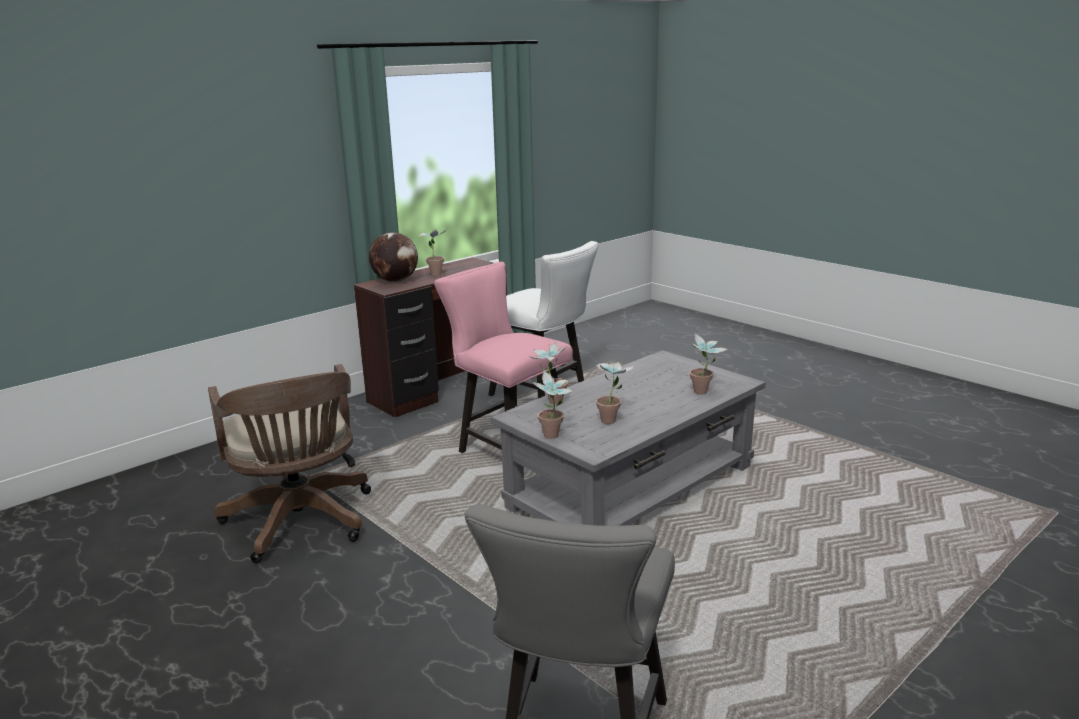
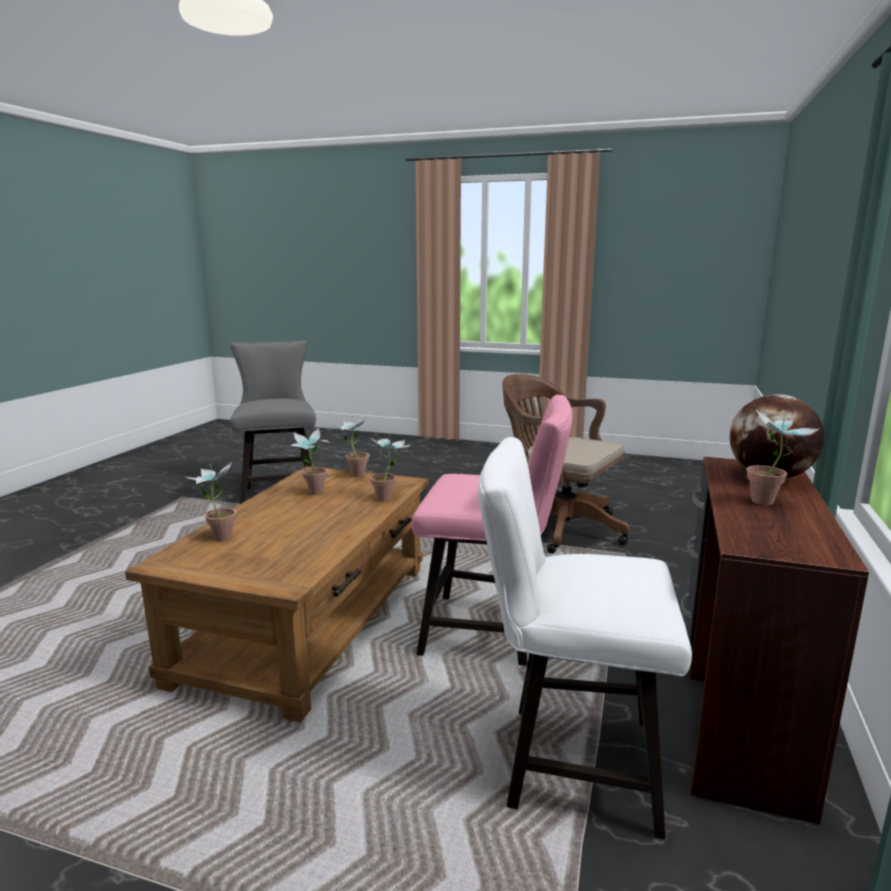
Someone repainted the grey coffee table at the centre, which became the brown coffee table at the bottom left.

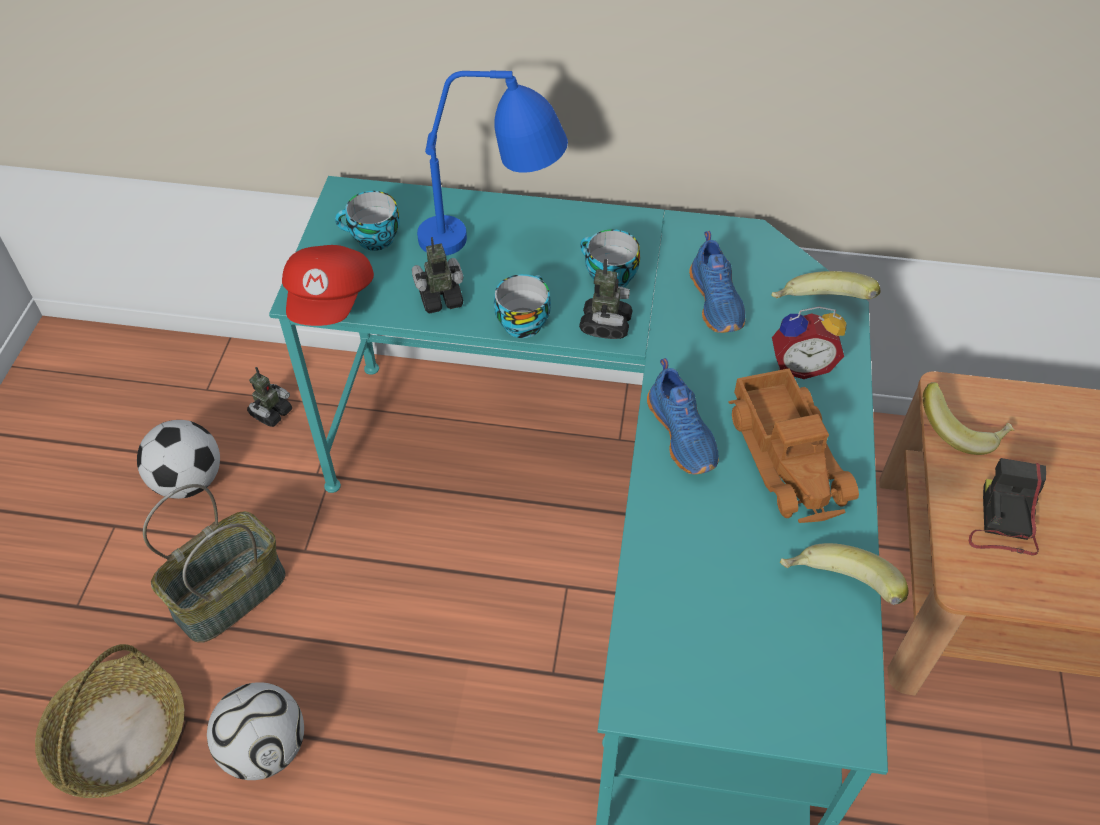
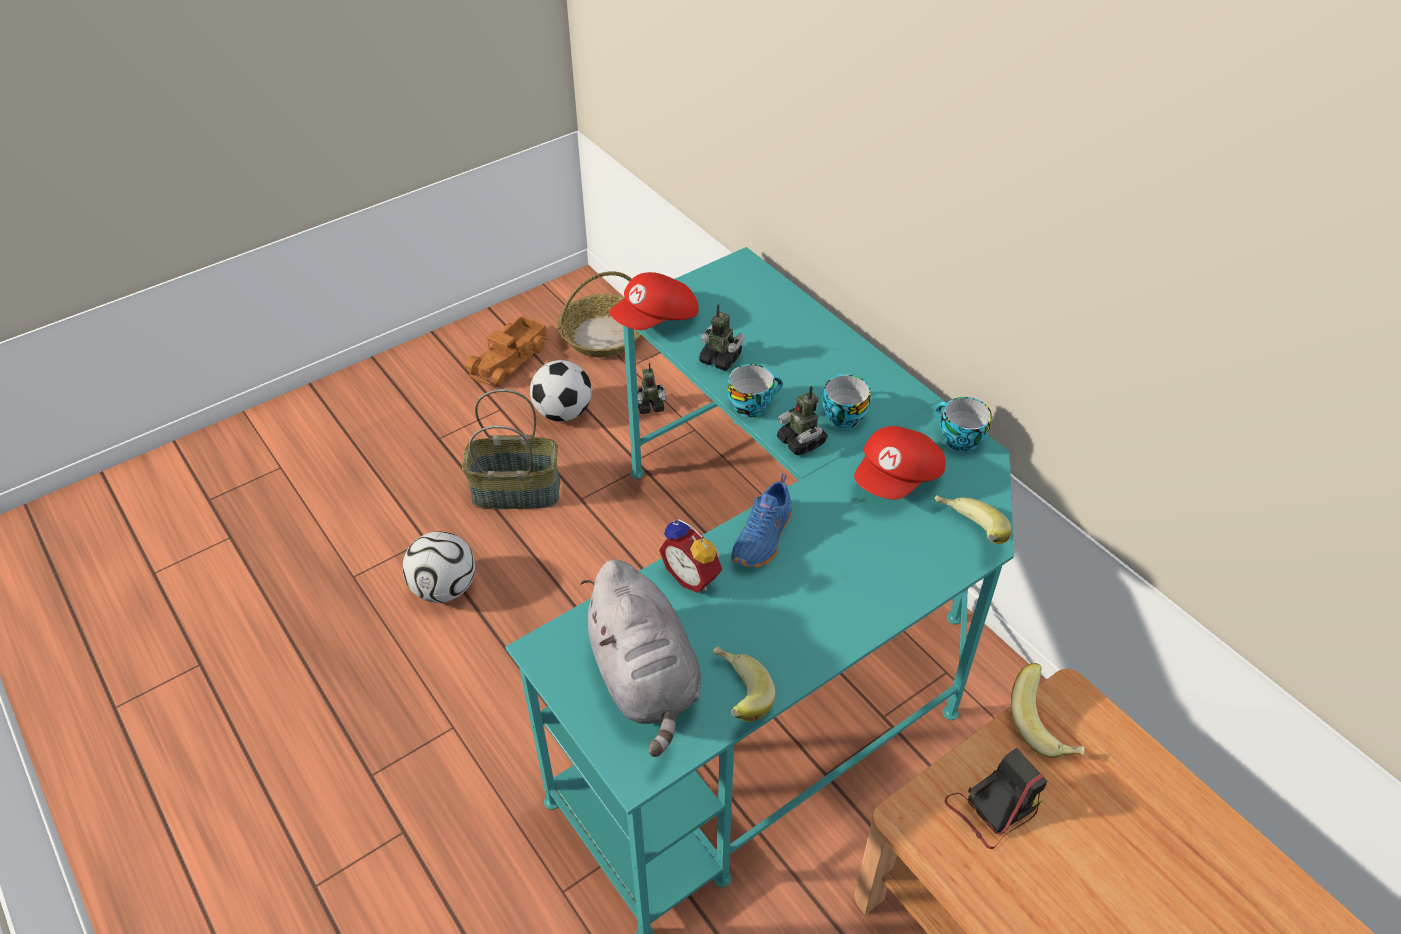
Someone took away the blue table lamp at the top centre.
Someone carried the cup (1st from left in the first image) from the top centre to the middle right.
Someone swapped the blue shoe (2nd from left) at the centre for the red cap (2nd from left) at the centre.
Someone rotated the toy robot (3rd from left) at the centre by 90 degrees clockwise.
Someone carried the alarm clock from the middle right to the centre.
Someone carried the toy truck from the middle right to the centre.
Someone carried the basket (1st from left in the first image) from the bottom left to the centre.
Someone put down the grey plush toy at the bottom centre.

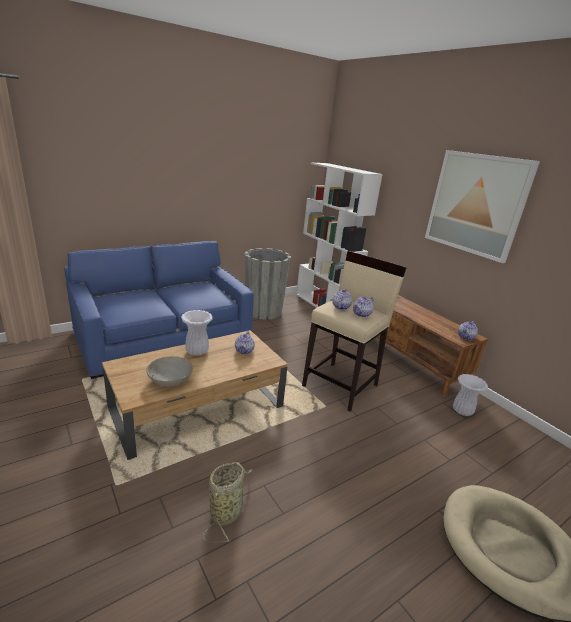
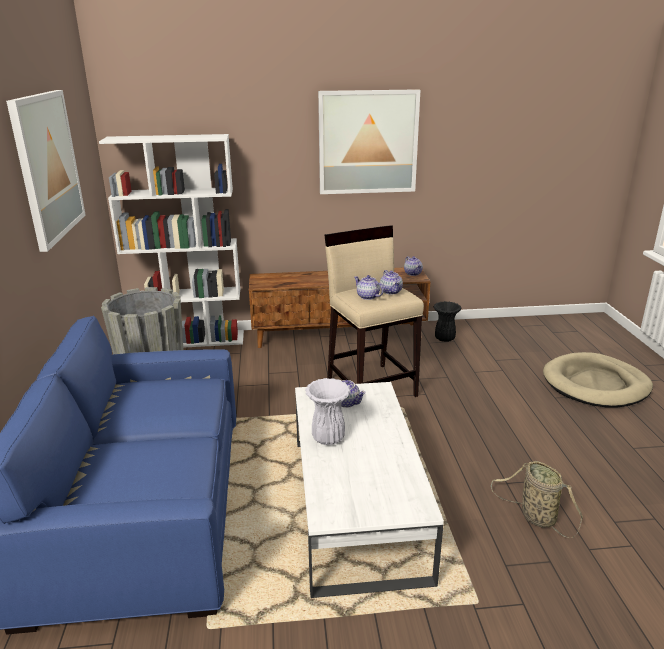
Someone repainted the brown coffee table at the centre, which became the white coffee table at the bottom centre.
Someone took away the grey bowl at the middle left.
Someone repainted the white vase (2nd from left) at the middle right, which became the black vase at the middle right.
Someone put up the picture (1st from left) at the top left.

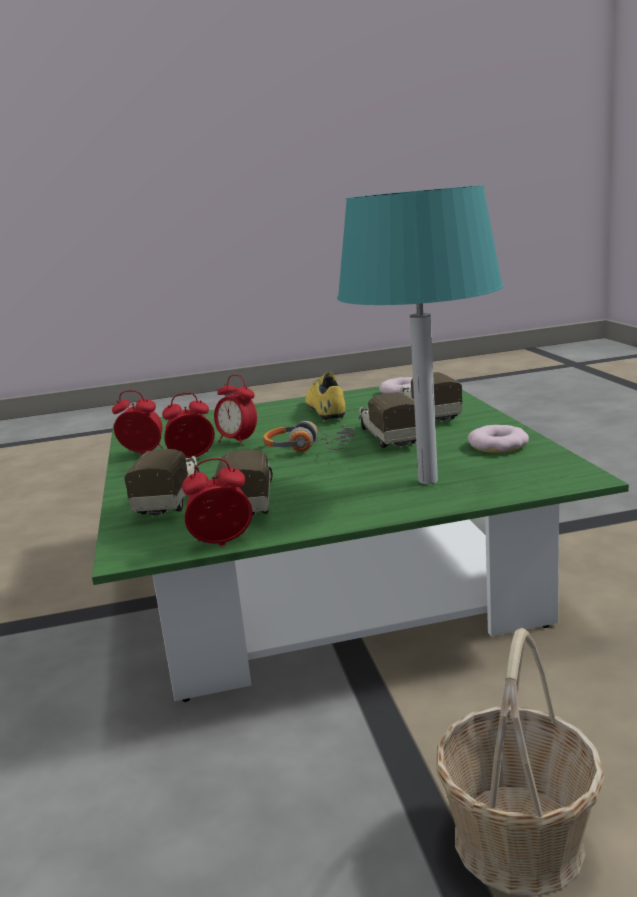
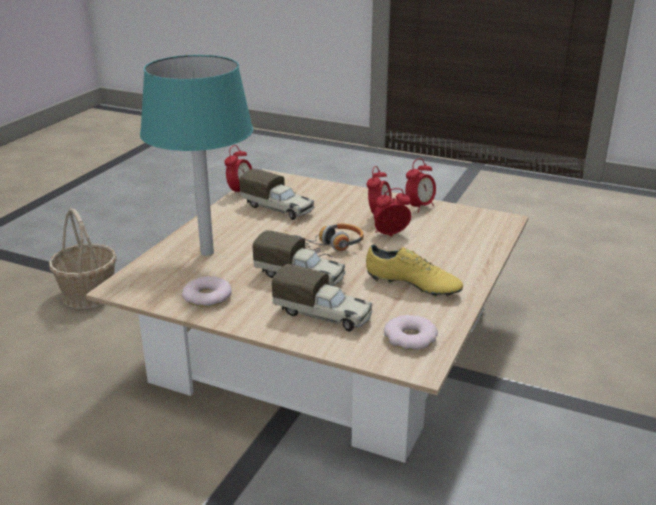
Someone repainted the green coffee table at the centre, which became the beige coffee table at the centre.
Someone took away the toy truck (1st from left) at the middle left.

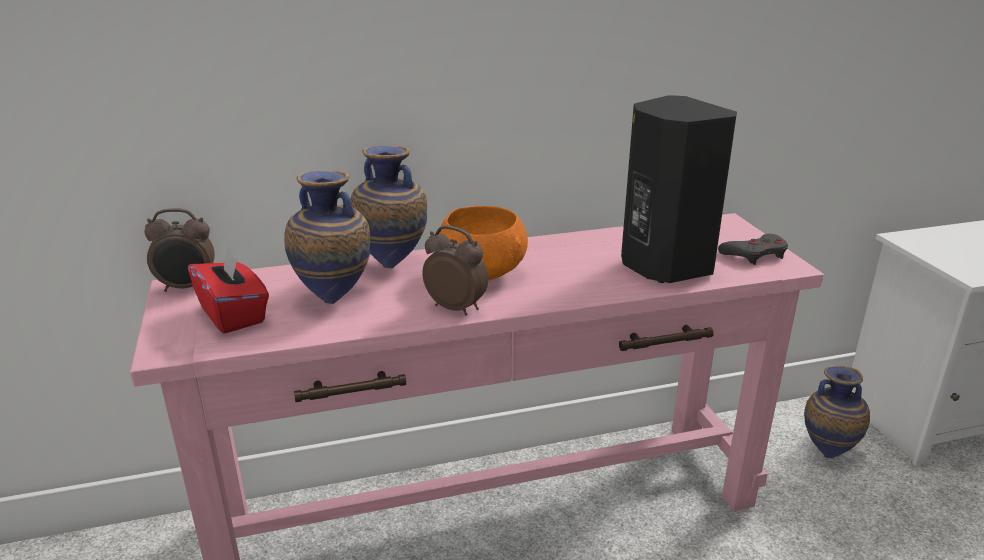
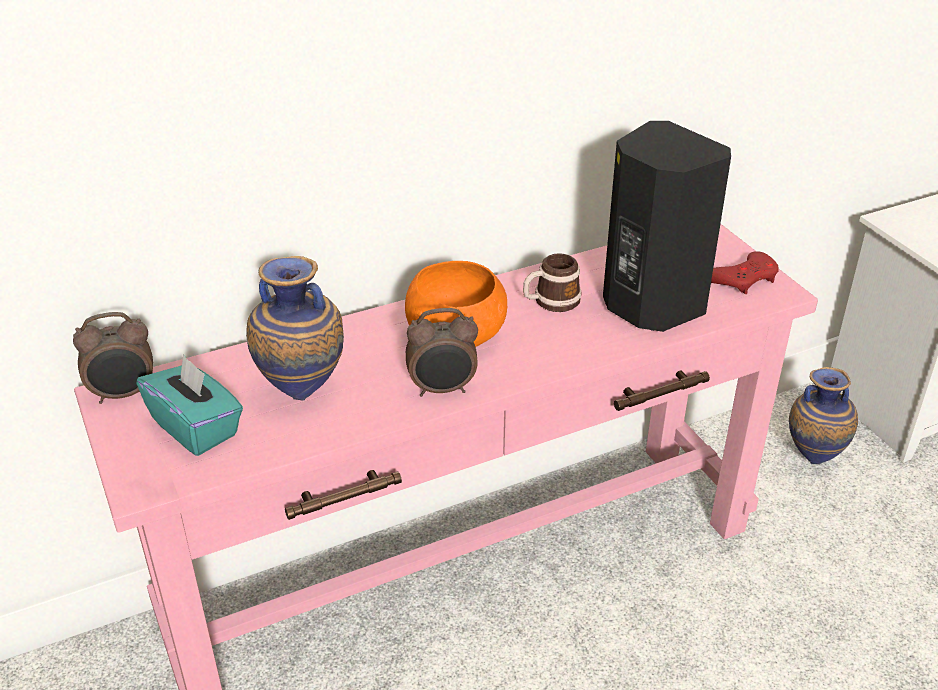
Someone took away the vase (2nd from left) at the centre.
Someone rotated the alarm clock (2nd from left) at the centre by 150 degrees clockwise.
Someone repainted the grey game controller at the middle right, which became the red game controller at the middle right.
Someone repainted the red tissue box at the middle left, which became the turquoise tissue box at the middle left.
Someone put down the mug at the centre.

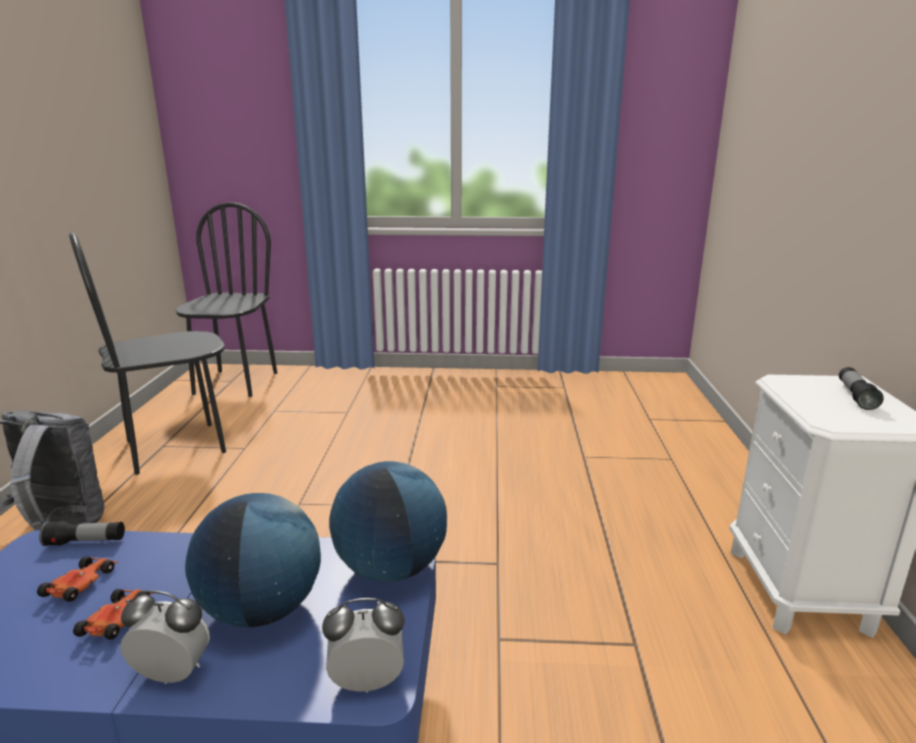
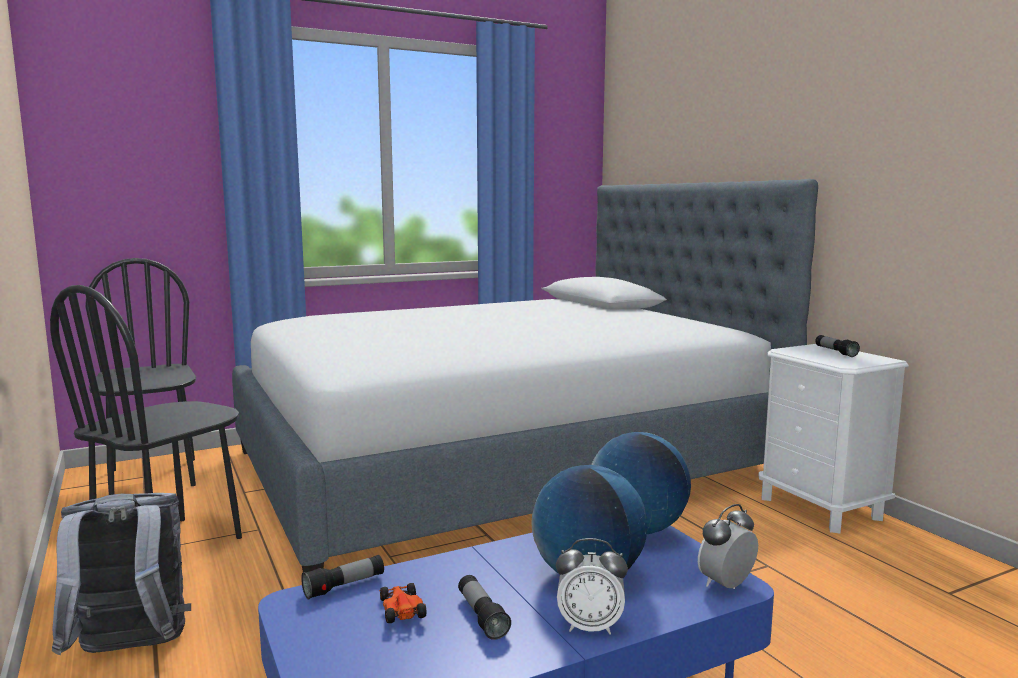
Someone swapped the toy car (2nd from left) at the bottom left for the flashlight (2nd from left) at the bottom centre.
Someone rotated the alarm clock (1st from left) at the bottom left by 150 degrees counterclockwise.
Someone put down the bed at the centre.

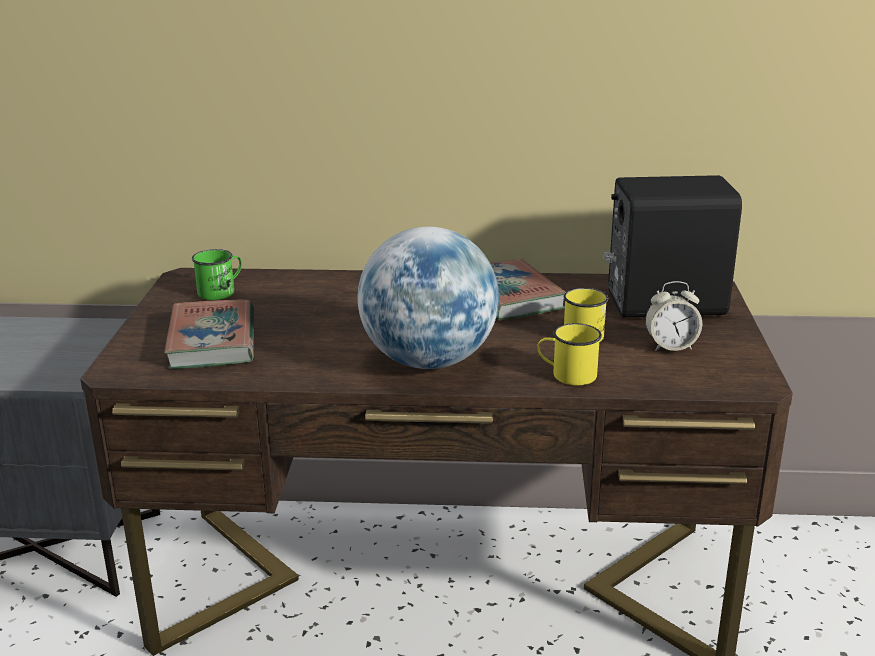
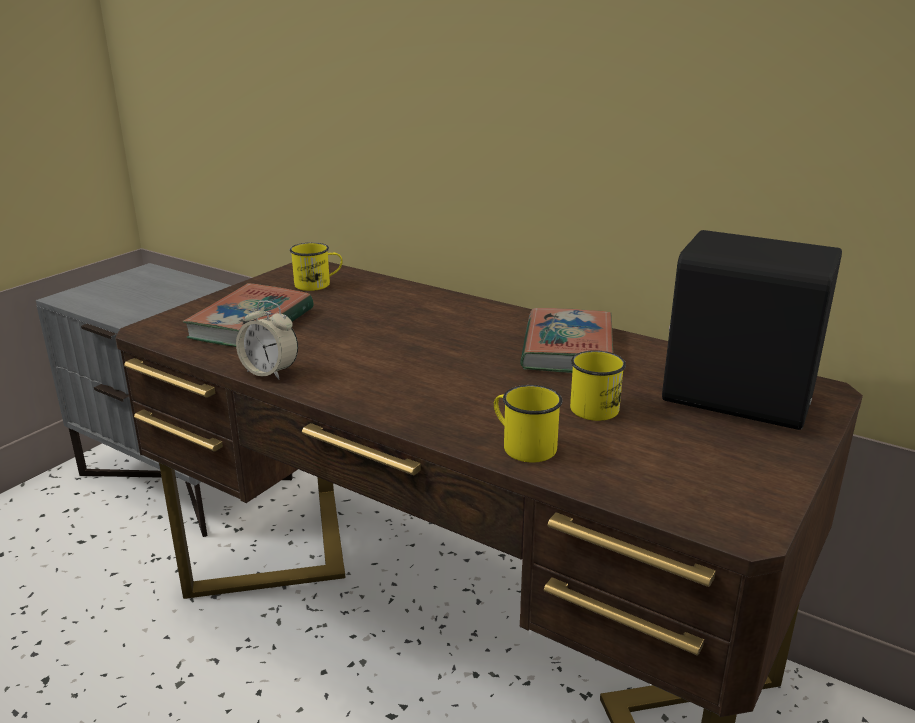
Someone took away the globe at the centre.
Someone repainted the green mug at the middle left, which became the yellow mug (1st from left) at the centre.
Someone carried the alarm clock from the middle right to the middle left.

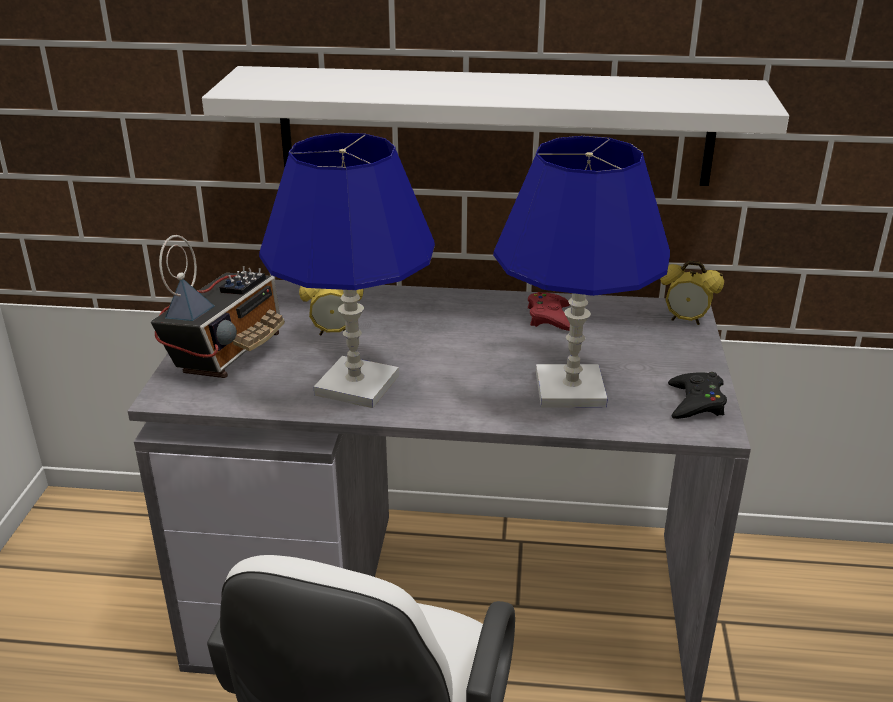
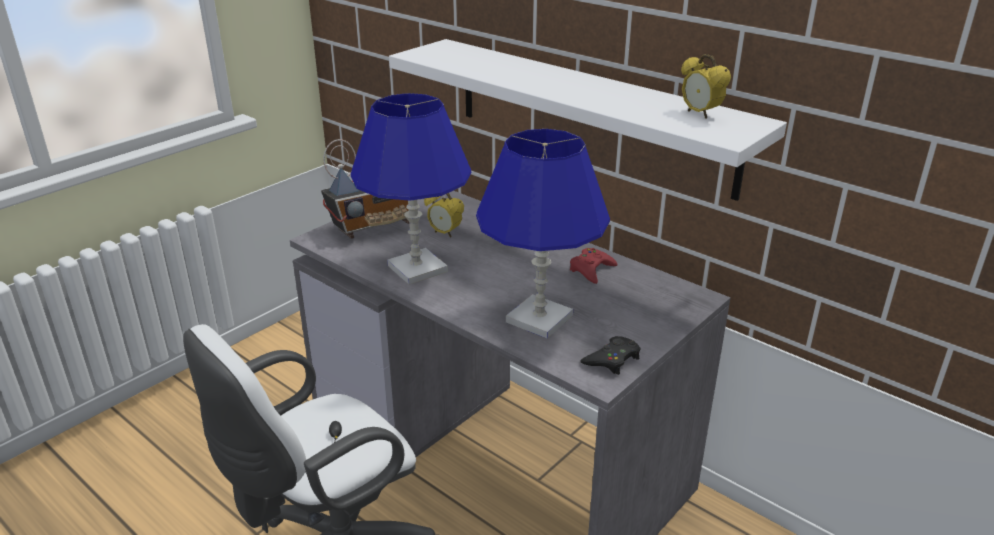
Someone carried the alarm clock (2nd from left) from the middle right to the top right.

